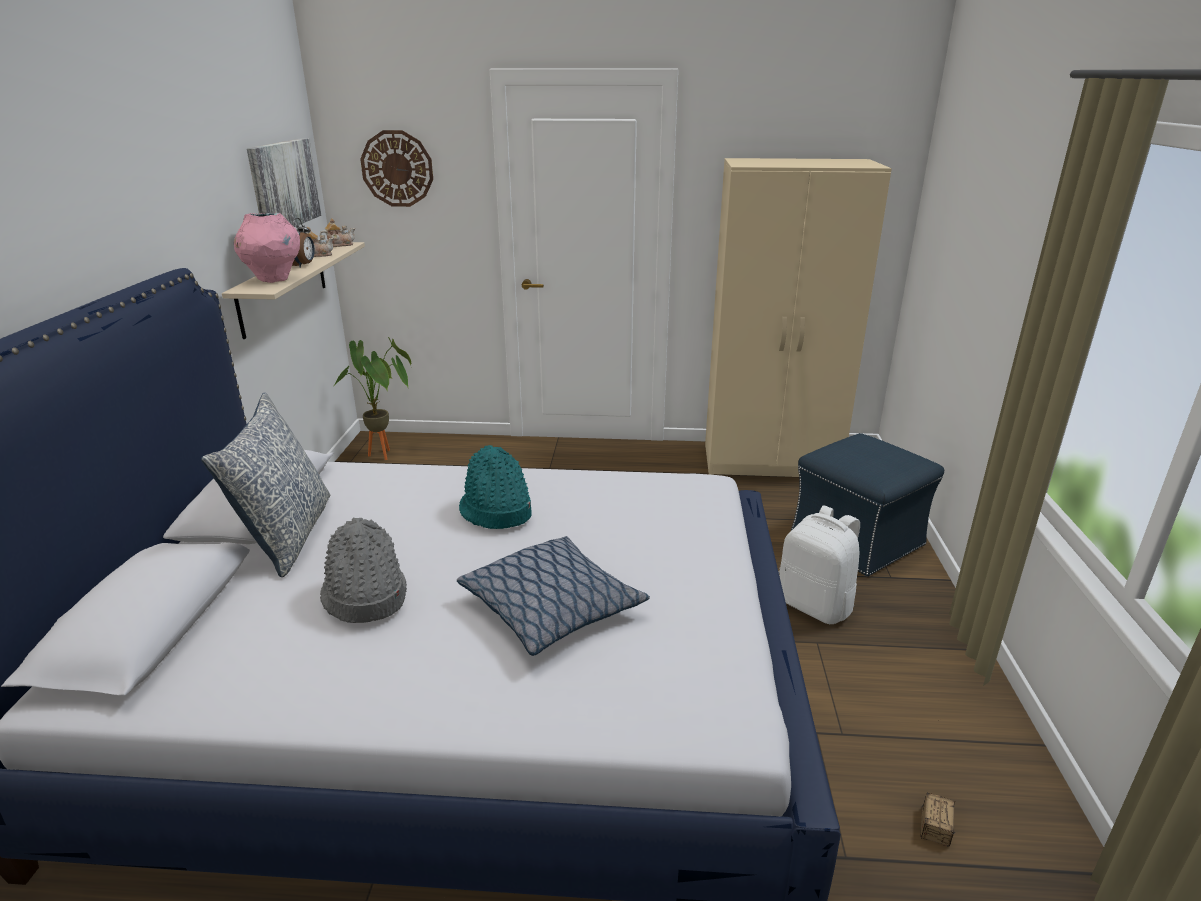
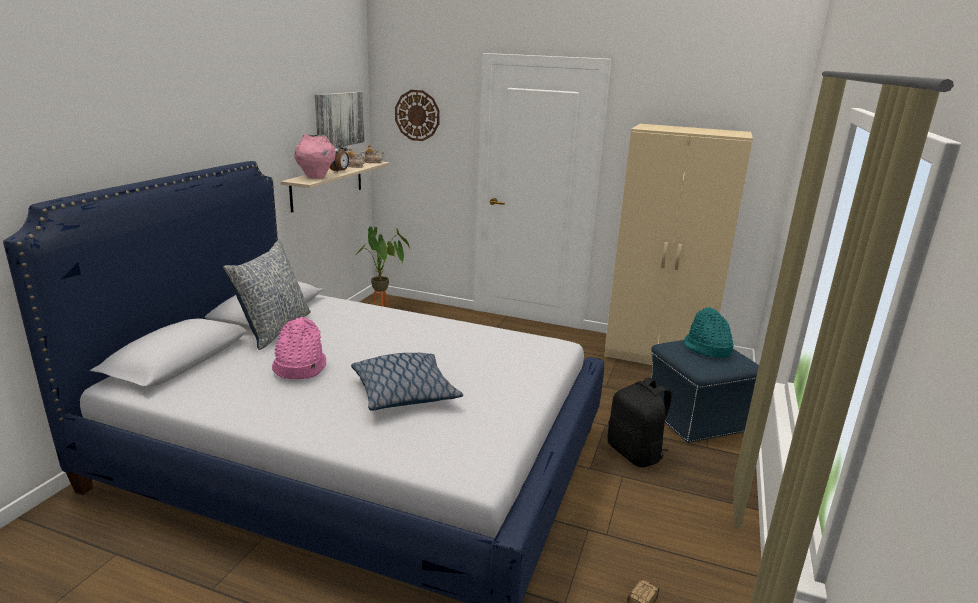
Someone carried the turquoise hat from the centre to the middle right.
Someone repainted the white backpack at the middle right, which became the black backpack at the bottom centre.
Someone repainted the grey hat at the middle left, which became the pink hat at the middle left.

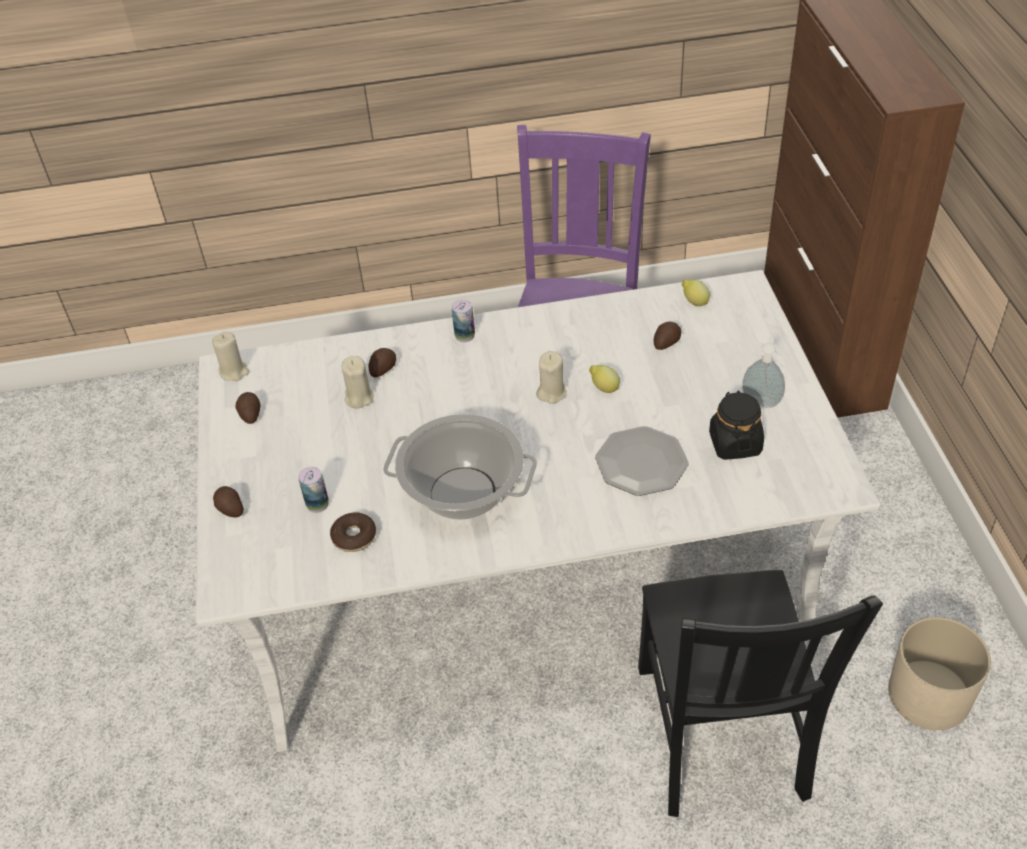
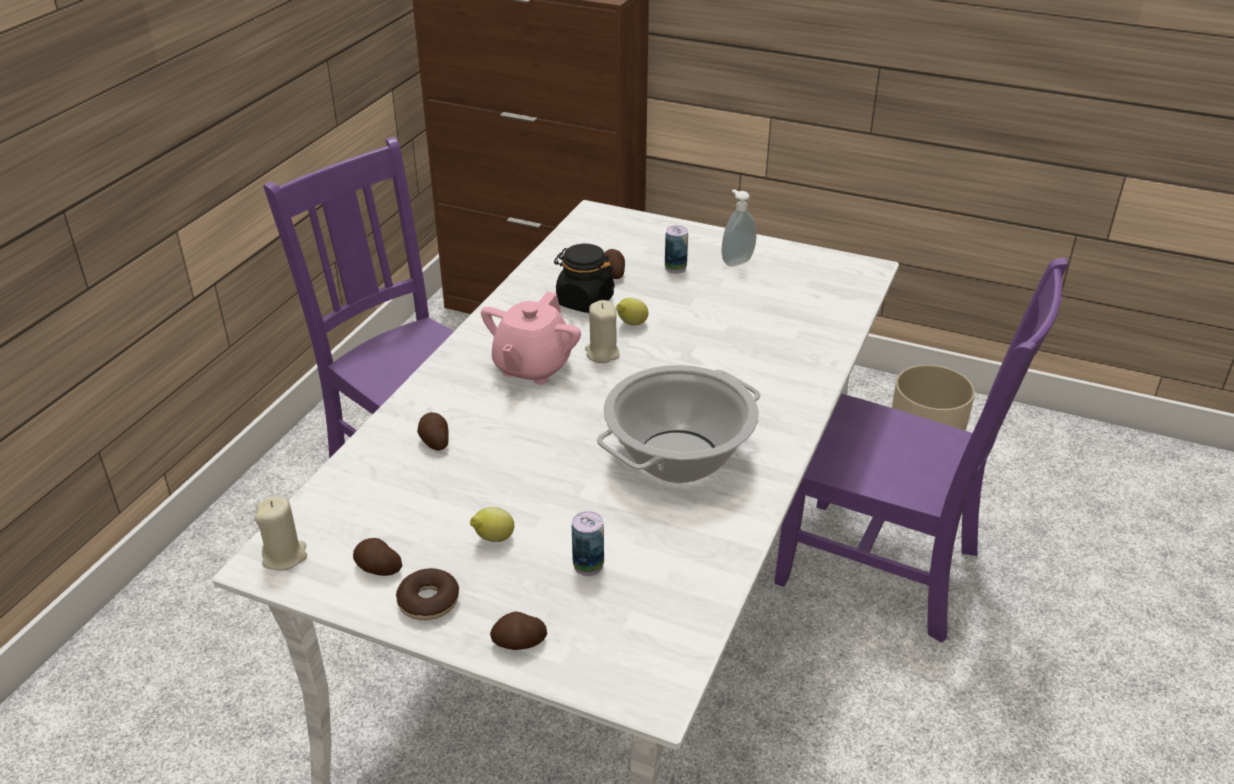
Someone carried the lemon (2nd from left in the first image) from the middle right to the bottom centre.
Someone carried the can (2nd from left) from the centre to the top centre.
Someone took away the beige candle (2nd from left) at the centre.
Someone carried the black jar from the middle right to the centre.
Someone took away the plate at the centre.
Someone carried the donut from the centre to the bottom centre.
Someone repainted the black chair at the bottom right, which became the purple chair (2nd from left) at the middle right.
Someone put down the pink teapot at the centre.

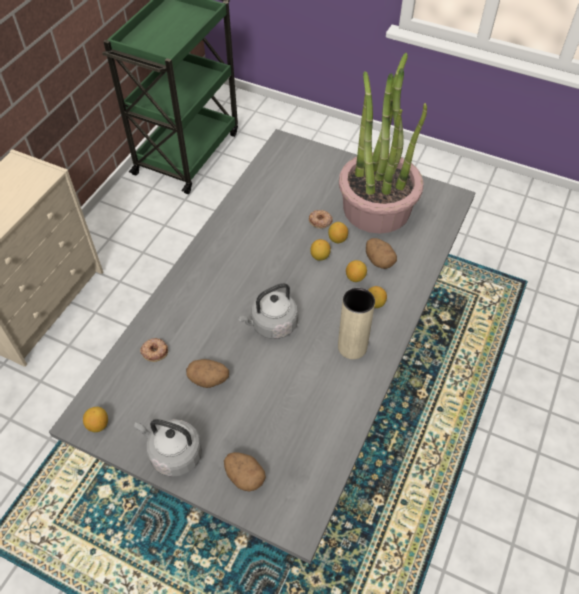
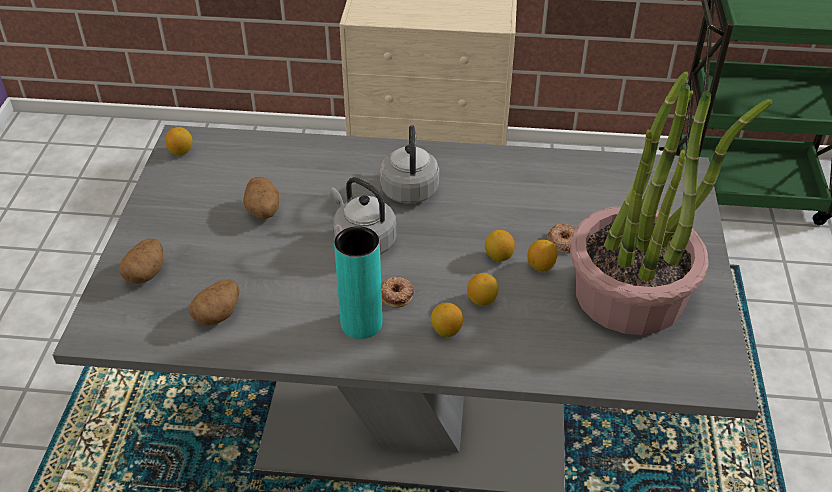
Someone carried the potato (3rd from left in the first image) from the centre to the middle left.
Someone repainted the beige vase at the centre, which became the turquoise vase at the centre.
Someone carried the donut (1st from left) from the middle left to the centre.
Someone carried the grey kettle (1st from left in the first image) from the bottom left to the centre.

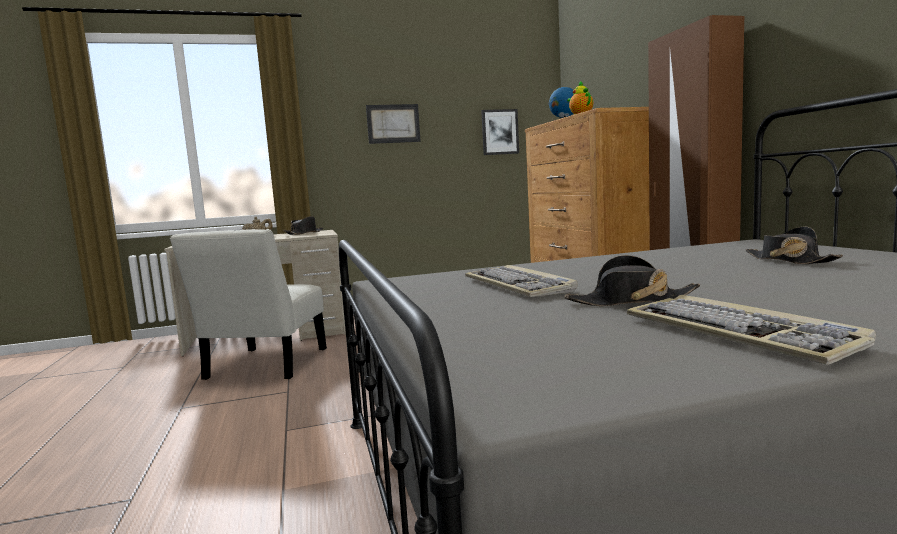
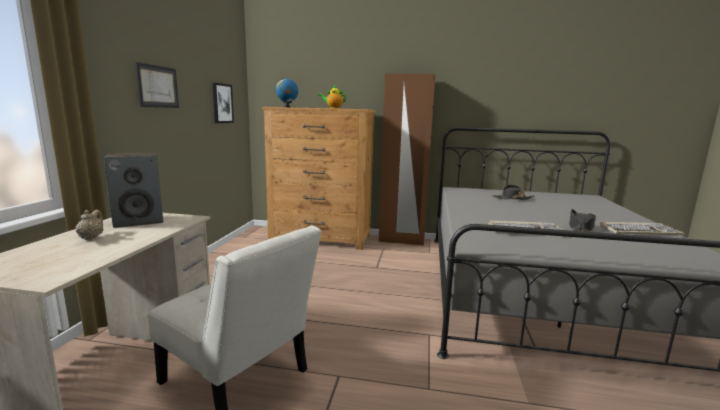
Someone swapped the black hat (1st from left) at the centre for the speaker at the middle left.

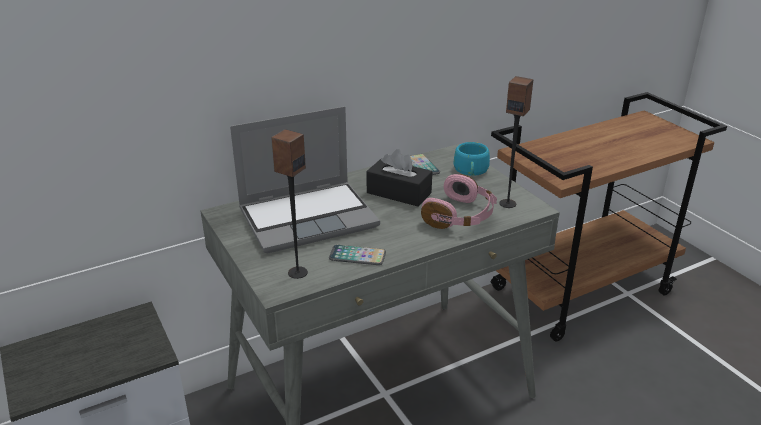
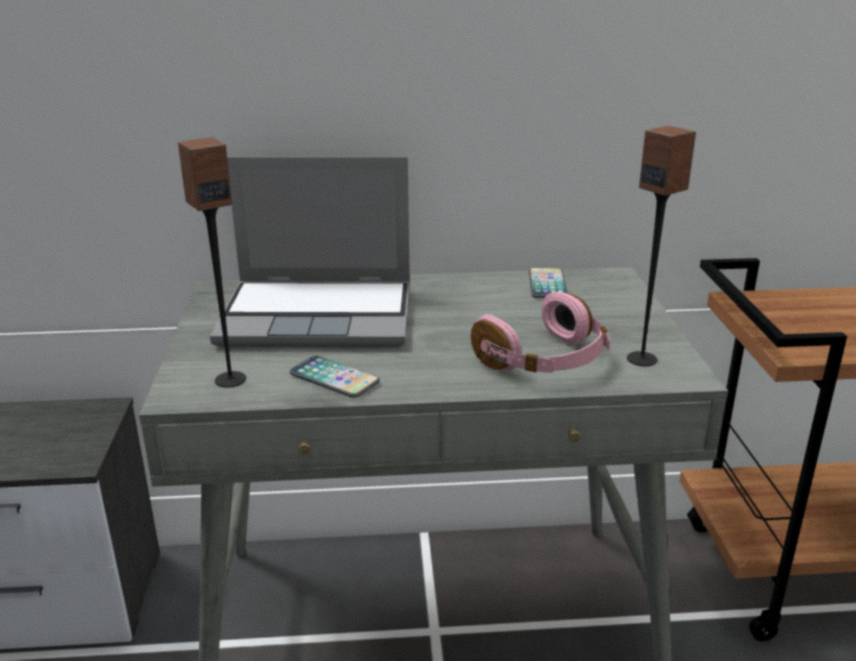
Someone took away the turquoise cup at the centre.
Someone took away the black tissue box at the centre.

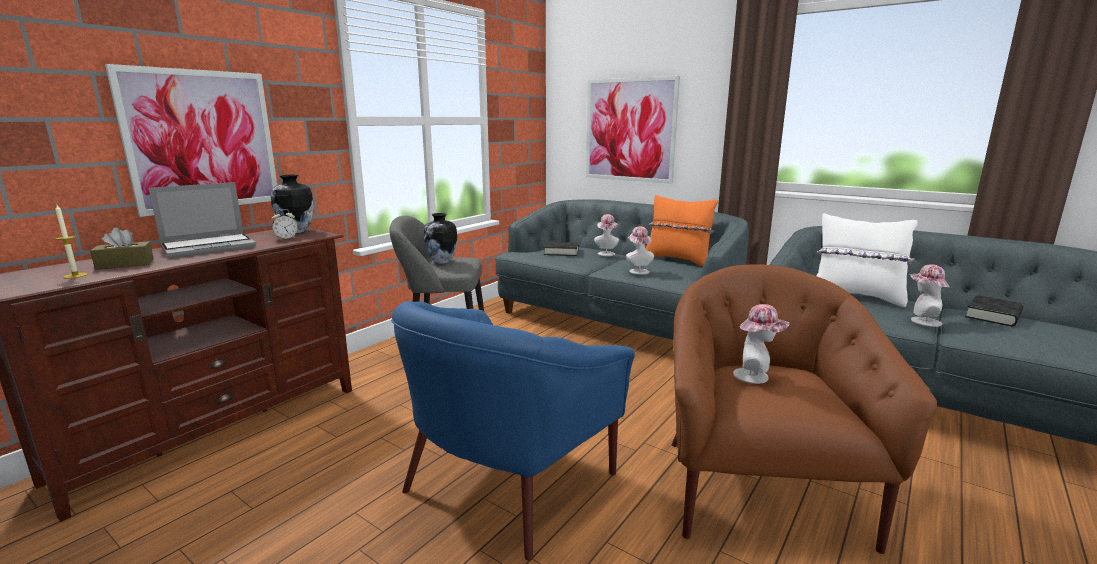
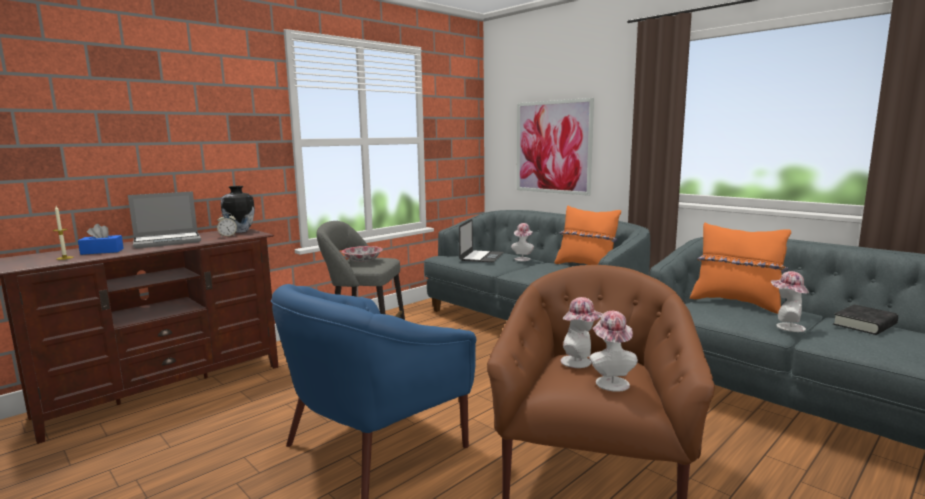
Someone took away the picture (1st from left) at the top left.
Someone swapped the vase (2nd from left) at the centre for the bowl at the centre.
Someone repainted the white pillow at the middle right, which became the orange pillow (2nd from left) at the middle right.
Someone carried the hat (2nd from left in the first image) from the centre to the bottom centre.
Someone repainted the brown tissue box at the middle left, which became the blue tissue box at the middle left.
Someone swapped the black book (1st from left) at the centre for the laptop (2nd from left) at the centre.

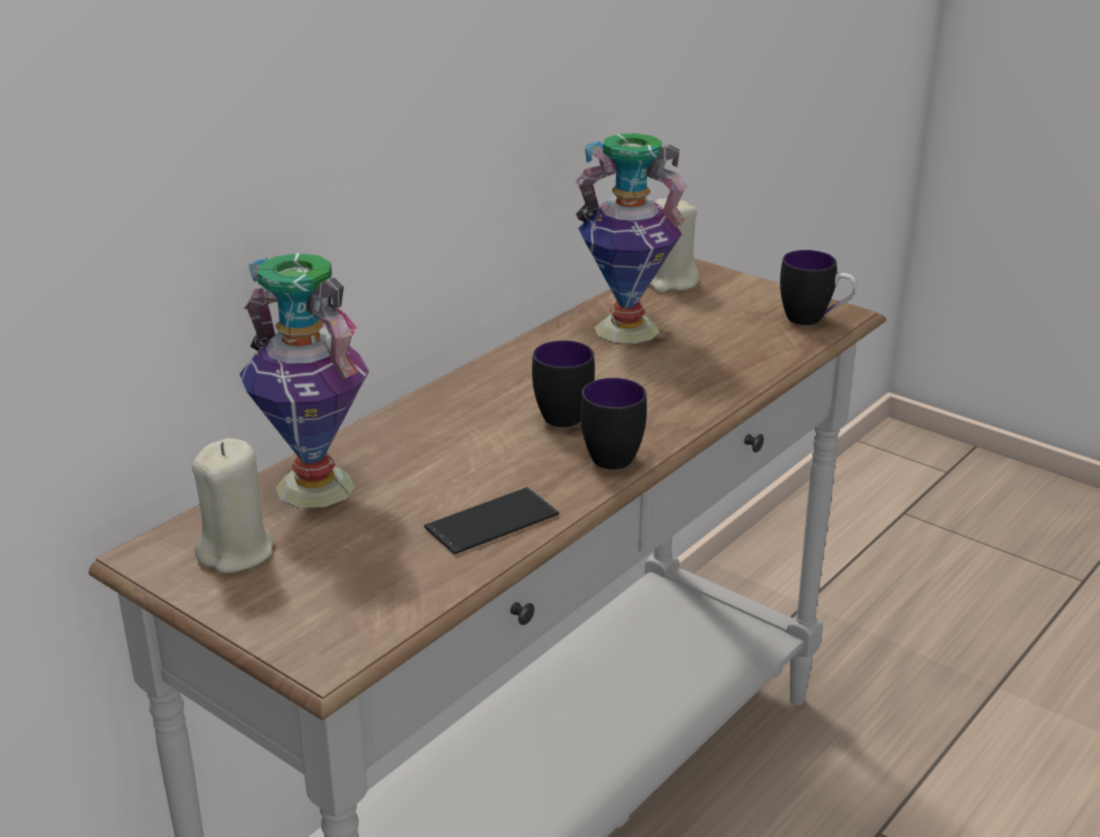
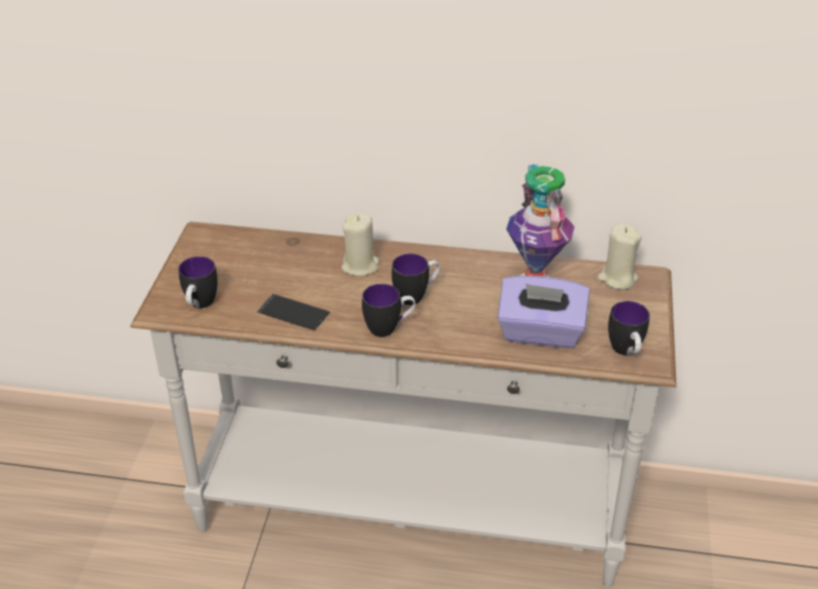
Someone took away the vase (1st from left) at the middle left.
Someone carried the beige candle (1st from left) from the middle left to the centre.
Someone put down the mug (1st from left) at the middle left.
Someone put down the purple tissue box at the centre.

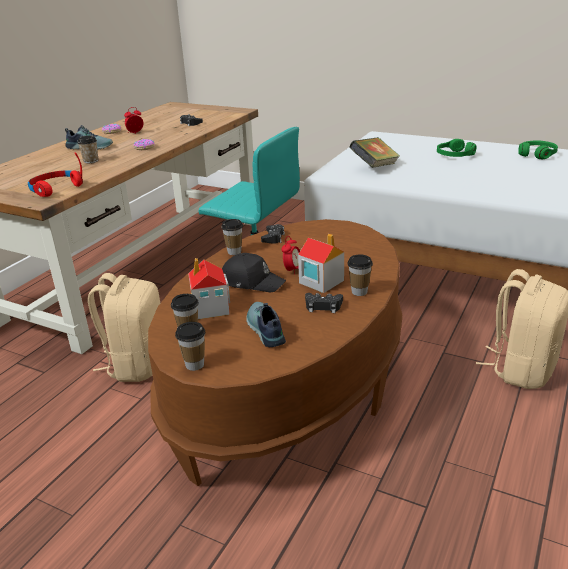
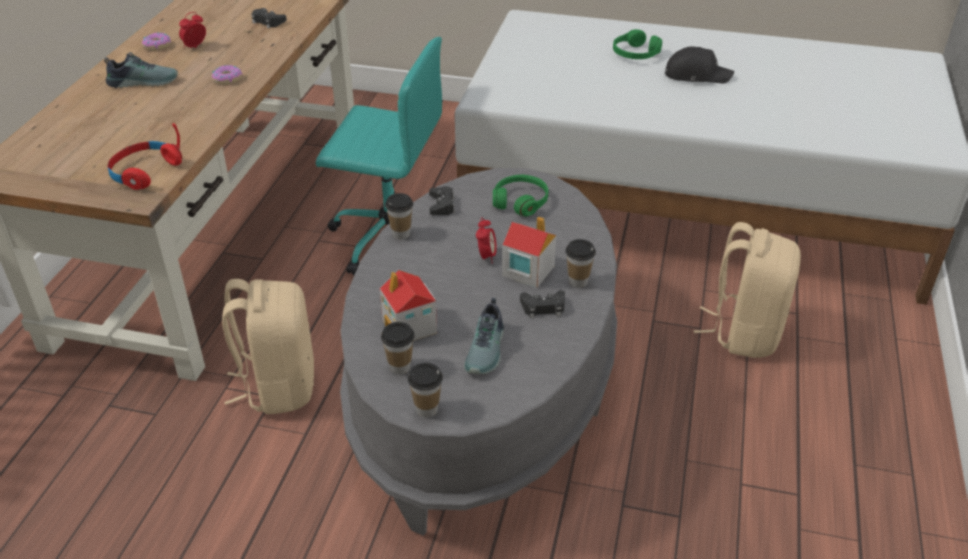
Someone took away the cup (1st from left) at the top left.
Someone took away the book at the top centre.
Someone carried the green headphones (2nd from left in the first image) from the top right to the centre.
Someone repainted the brown coffee table at the centre, which became the grey coffee table at the centre.
Someone carried the black cap from the centre to the top right.
Someone rotated the shoe (2nd from left) at the centre by 135 degrees counterclockwise.

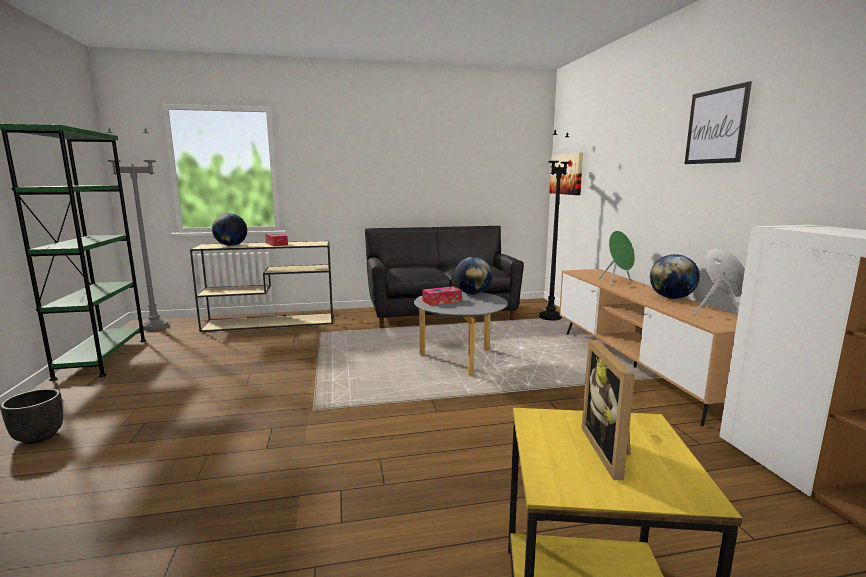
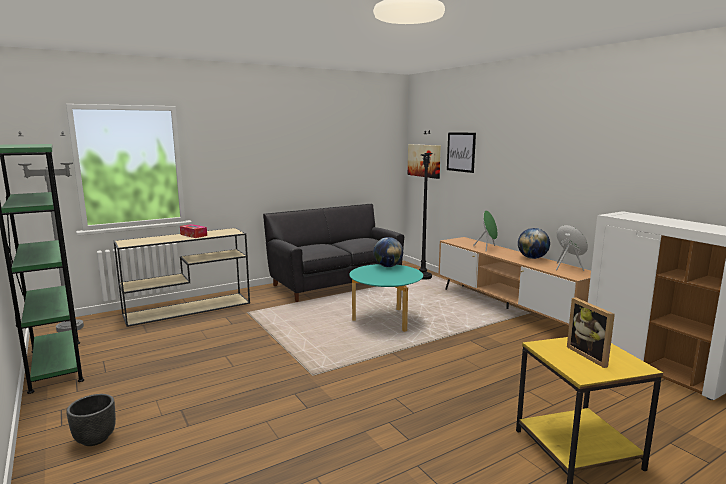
Someone carried the picture (2nd from left) from the top right to the top centre.
Someone took away the globe (1st from left) at the middle left.
Someone took away the tissue box (2nd from left) at the centre.
Someone repainted the grey coffee table at the centre, which became the turquoise coffee table at the centre.

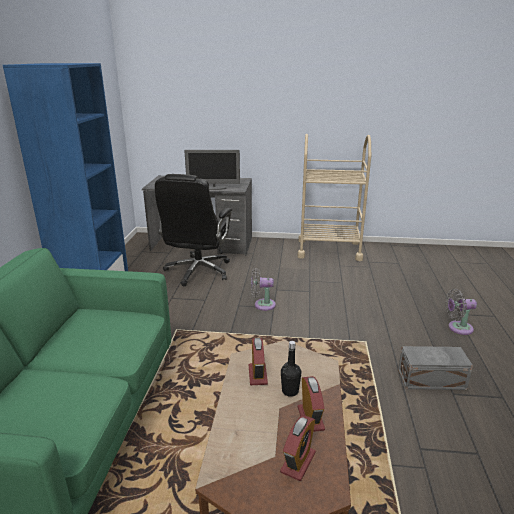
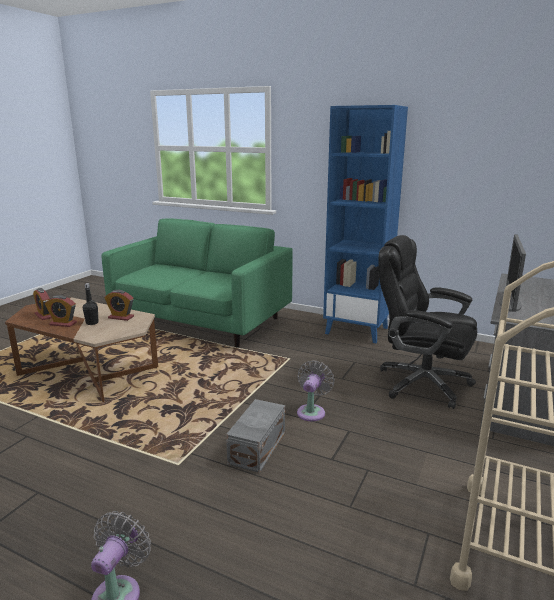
Someone carried the grey storage box from the bottom right to the bottom centre.

